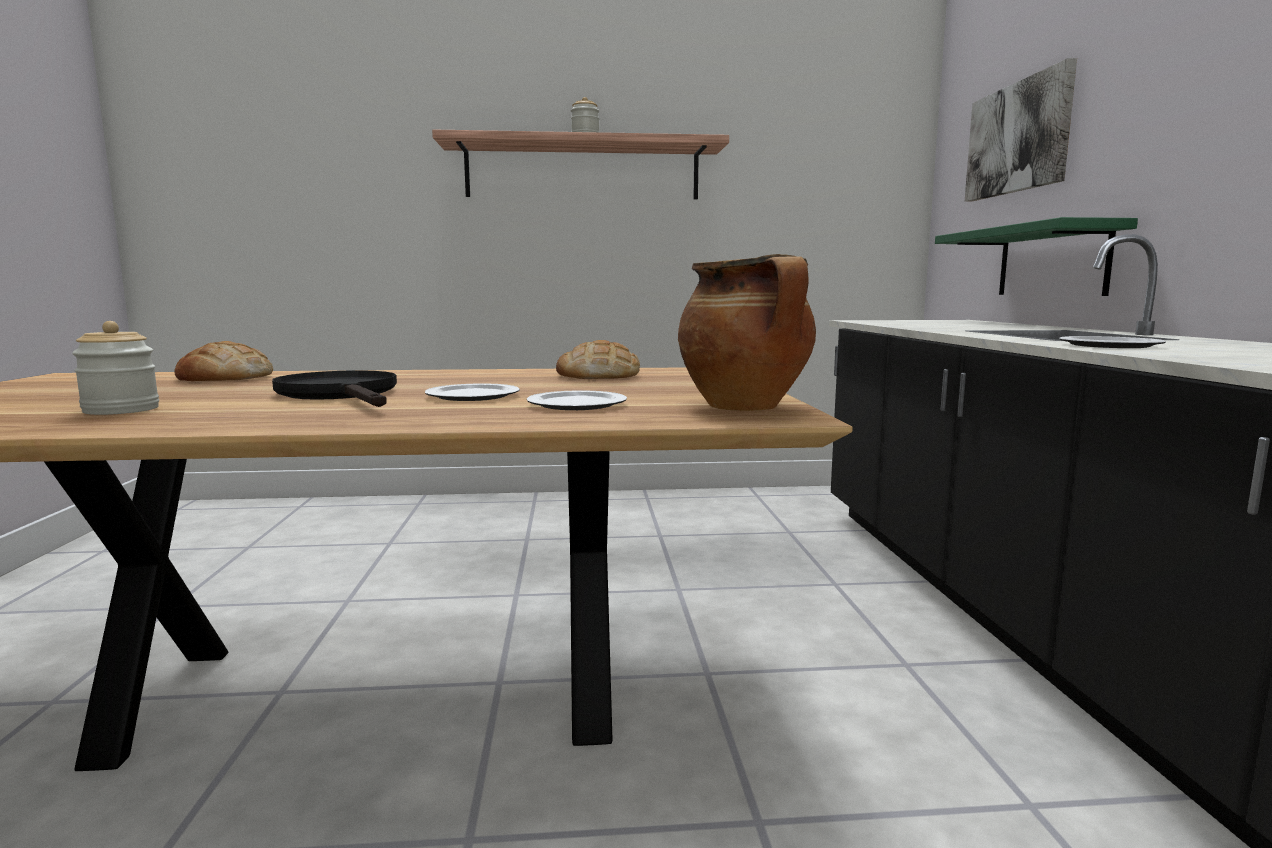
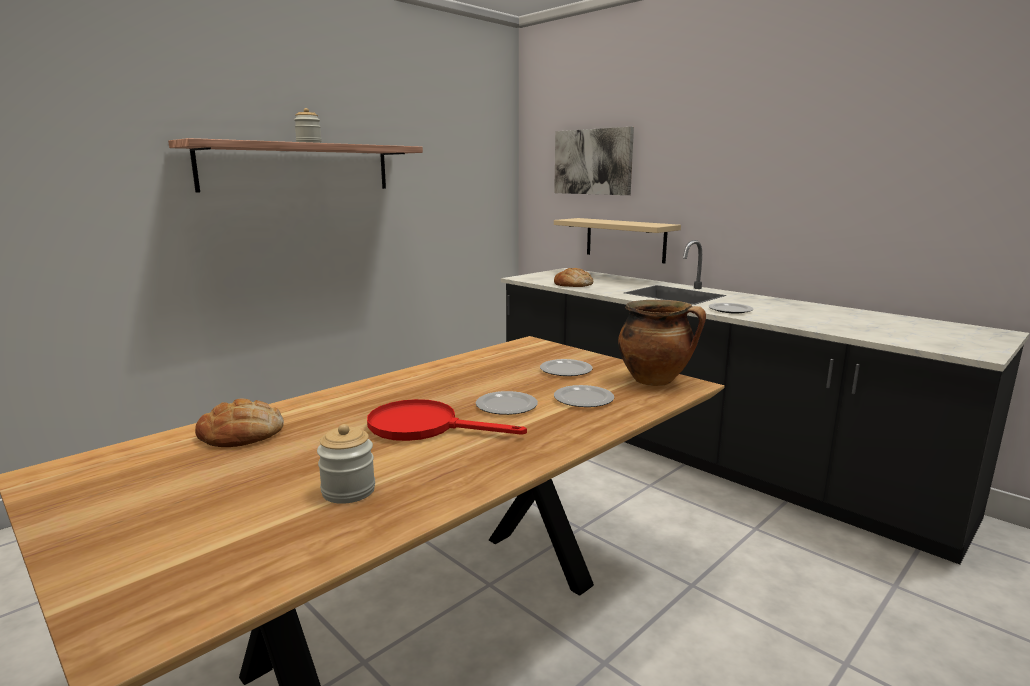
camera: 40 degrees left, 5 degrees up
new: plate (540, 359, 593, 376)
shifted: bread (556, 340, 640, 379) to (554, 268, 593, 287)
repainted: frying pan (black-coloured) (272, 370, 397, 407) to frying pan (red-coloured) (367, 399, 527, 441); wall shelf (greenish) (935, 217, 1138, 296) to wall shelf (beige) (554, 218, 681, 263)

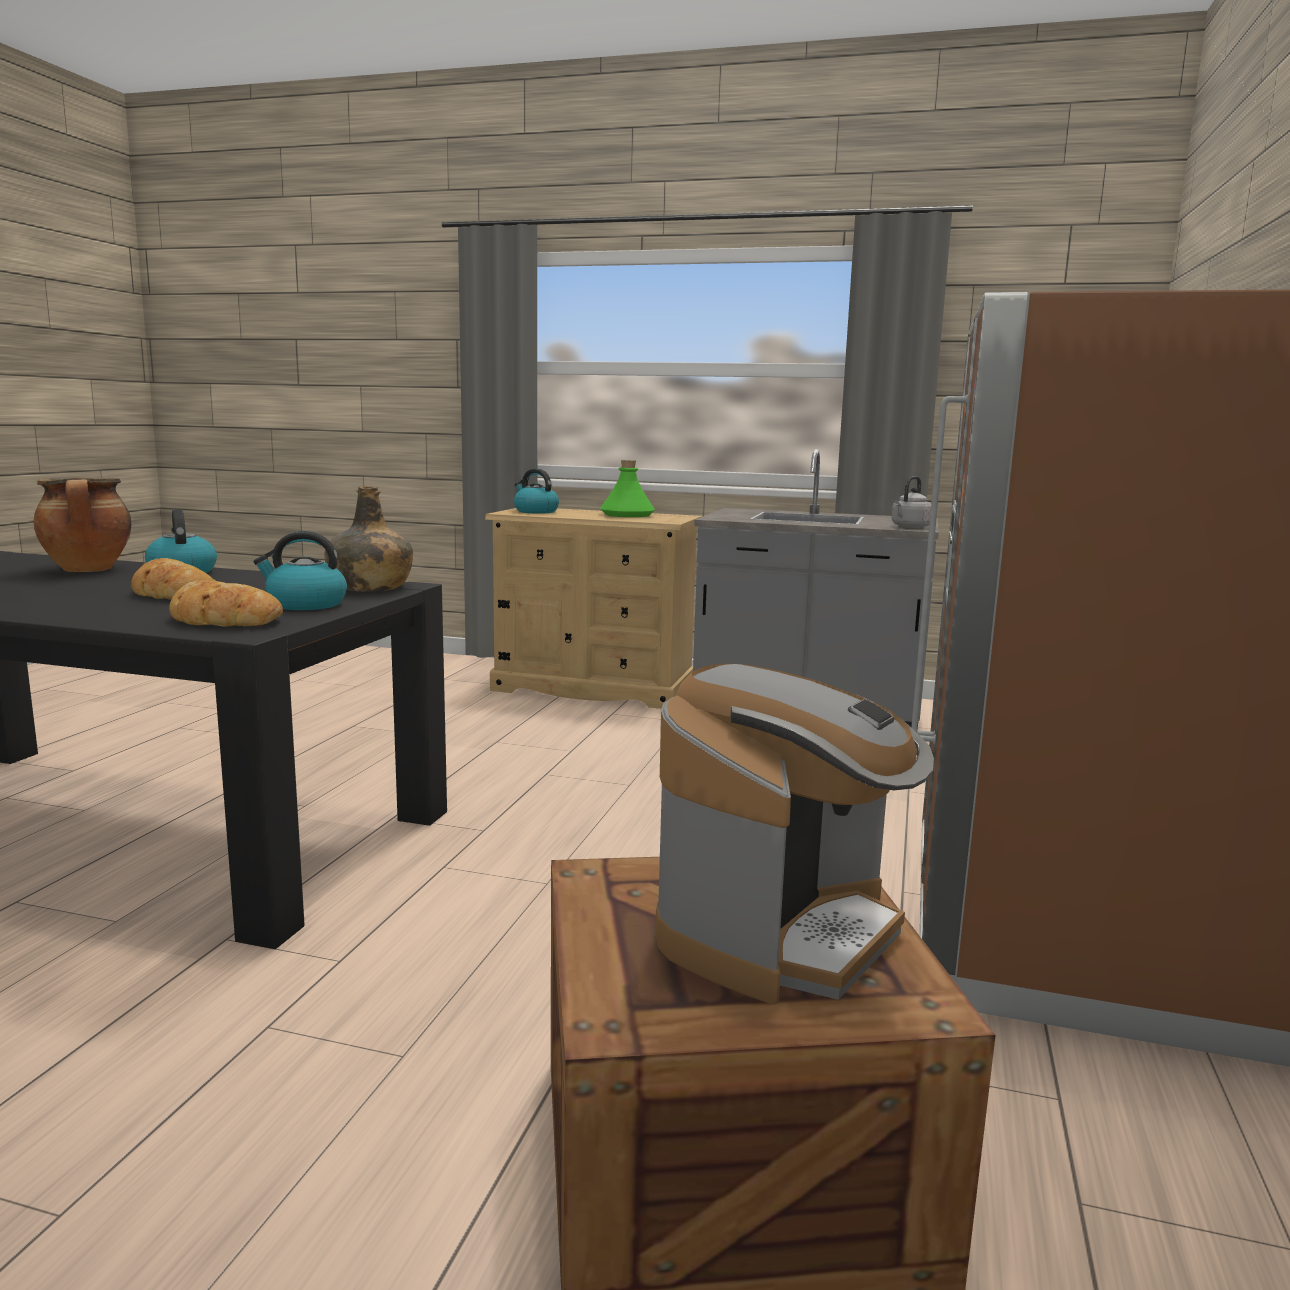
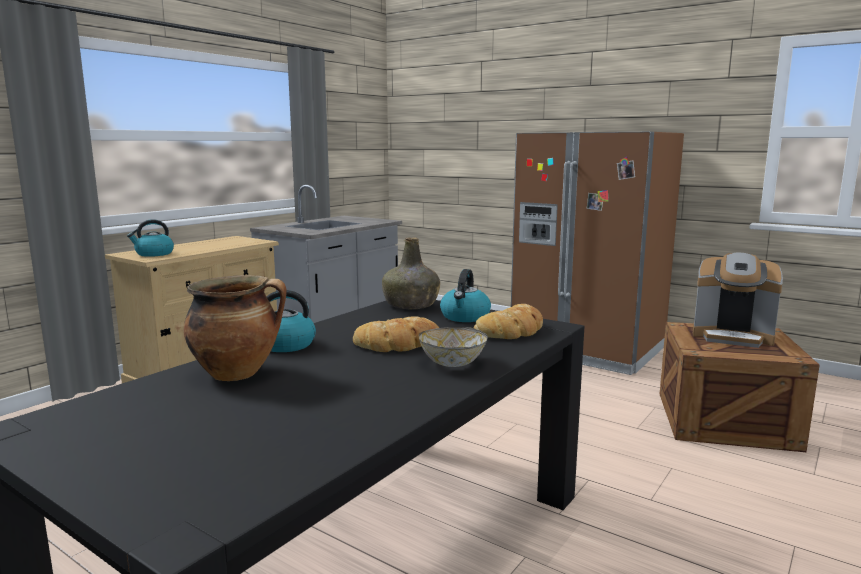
camera: 70 degrees left, 0 degrees up
gone: bottle (greenish) (600, 460, 655, 517); water kettle (greyish) (892, 476, 931, 528)
new: serving bowl (419, 327, 488, 367)
rotated: coffee machine (655, 664, 934, 1004) = (693, 252, 783, 348) 150 degrees clockwise

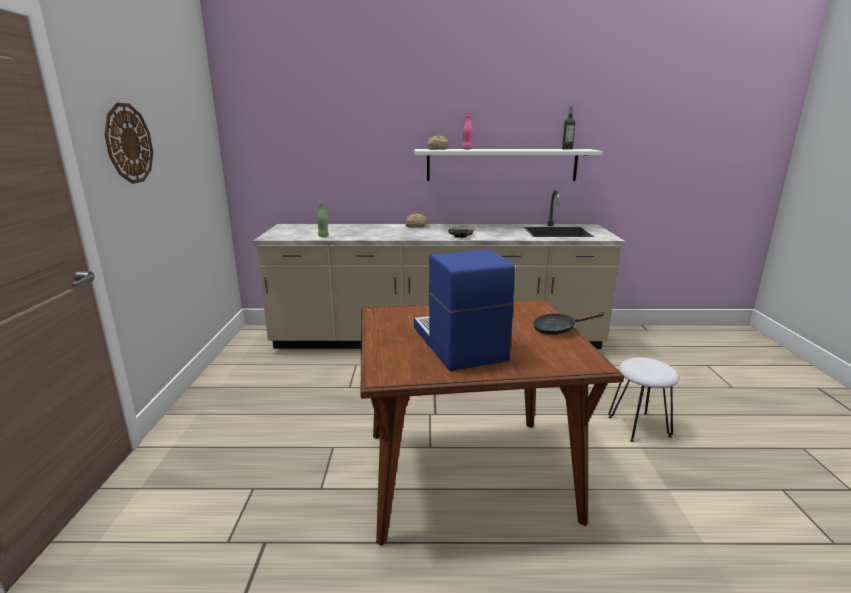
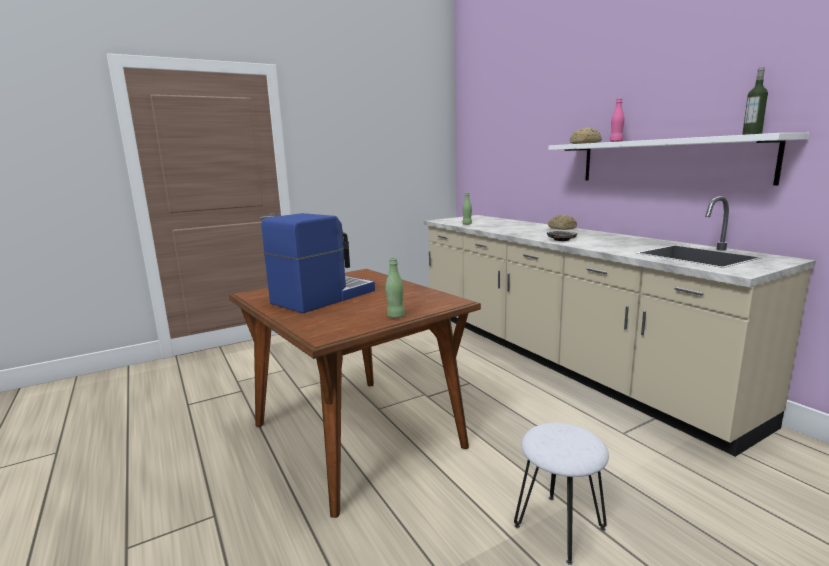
camera: 60 degrees right, 5 degrees down
gone: wall clock (104, 103, 153, 184)
swapped: frying pan (black-coloured) (533, 312, 605, 335) to bottle (greenish) (386, 258, 405, 318)

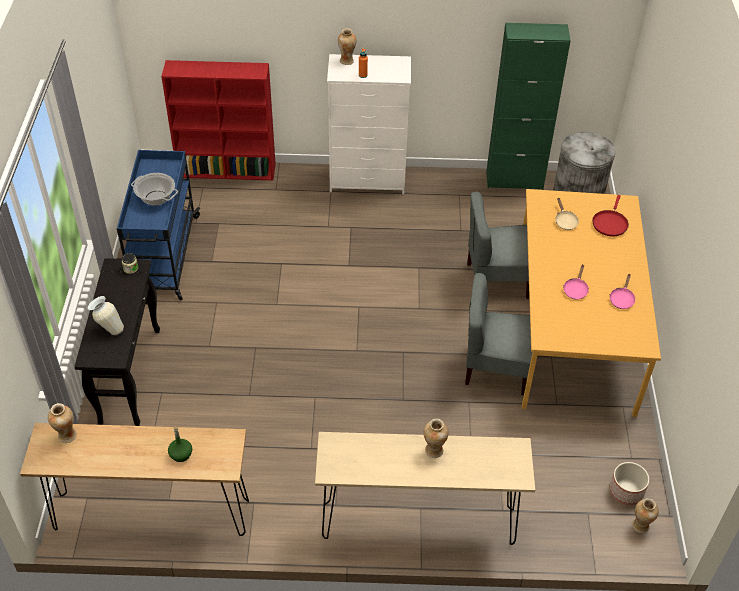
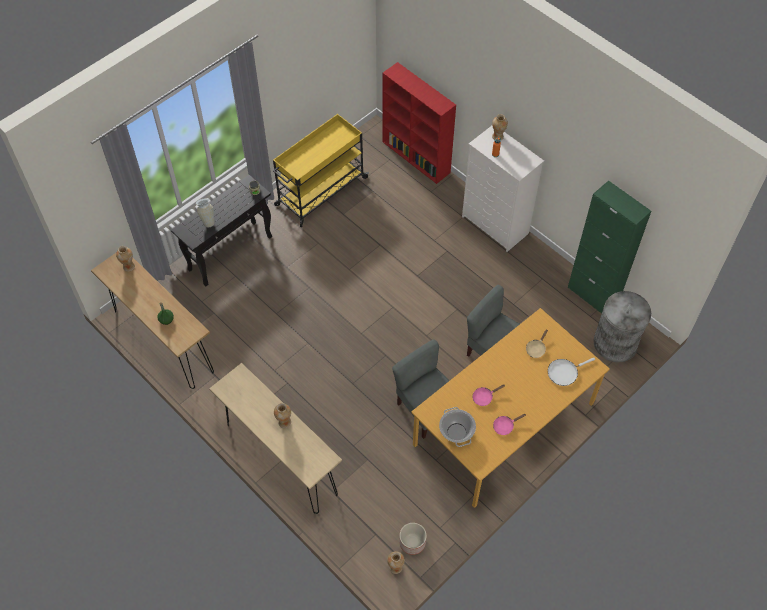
camera: 45 degrees right, 10 degrees up
shifted: saucepot (131, 173, 178, 206) to (439, 407, 476, 447)
repainted: cart (bluish) (117, 150, 200, 301) to cart (yellow-coloured) (273, 114, 369, 227); frying pan (red-coloured) (592, 195, 629, 237) to frying pan (white-coloured) (548, 357, 595, 386)

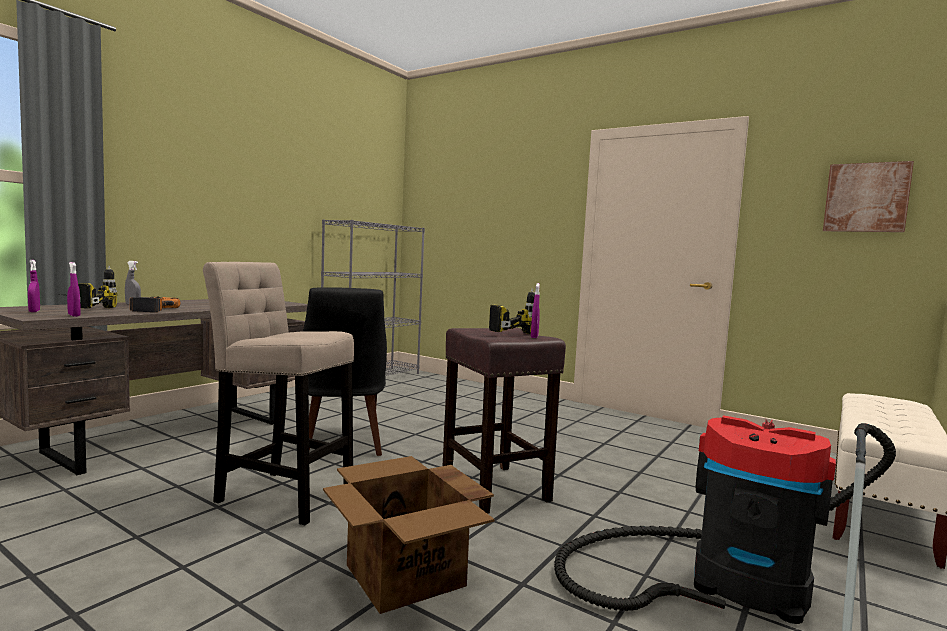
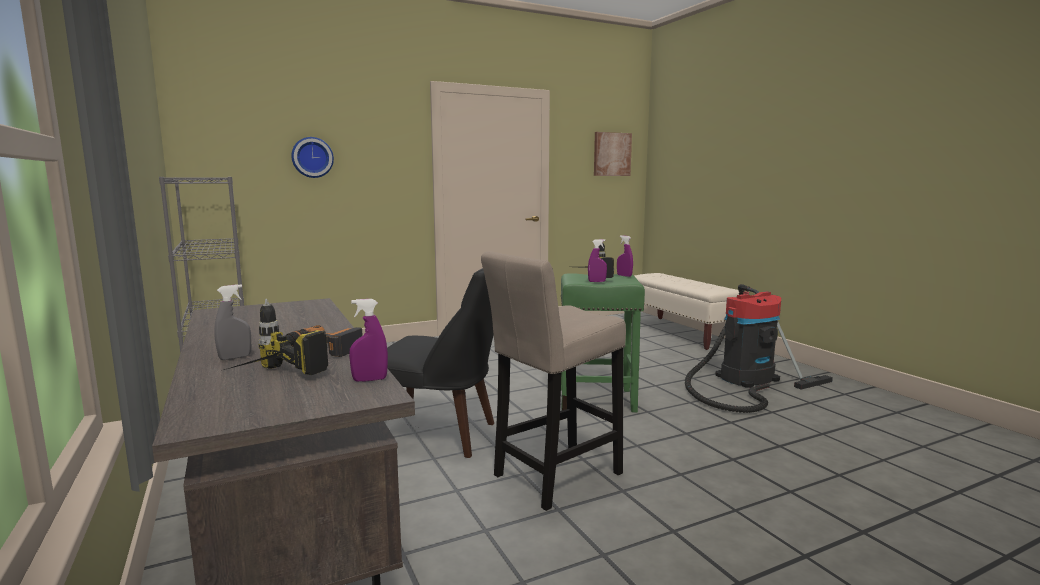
camera: 60 degrees left, 5 degrees up
gone: packing box (323, 456, 495, 614)
new: wall clock (291, 137, 334, 178)
shifted: spray bottle (purplish) (28, 260, 40, 312) to (588, 239, 607, 282)
repainted: stool seat (brownish) (443, 328, 566, 514) to stool seat (greenish) (561, 273, 645, 412)

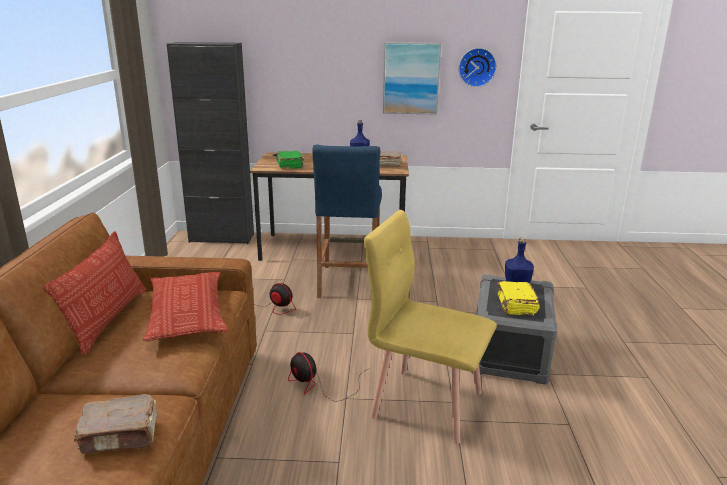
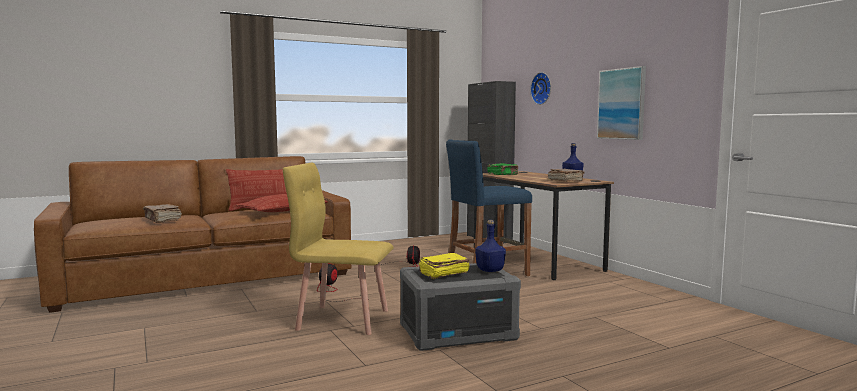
camera: 60 degrees right, 15 degrees down
shifted: wall clock (458, 48, 497, 87) to (530, 72, 551, 105)
rotated: chair (yellow-coloured) (364, 210, 497, 444) = (283, 163, 393, 335) 75 degrees counterclockwise

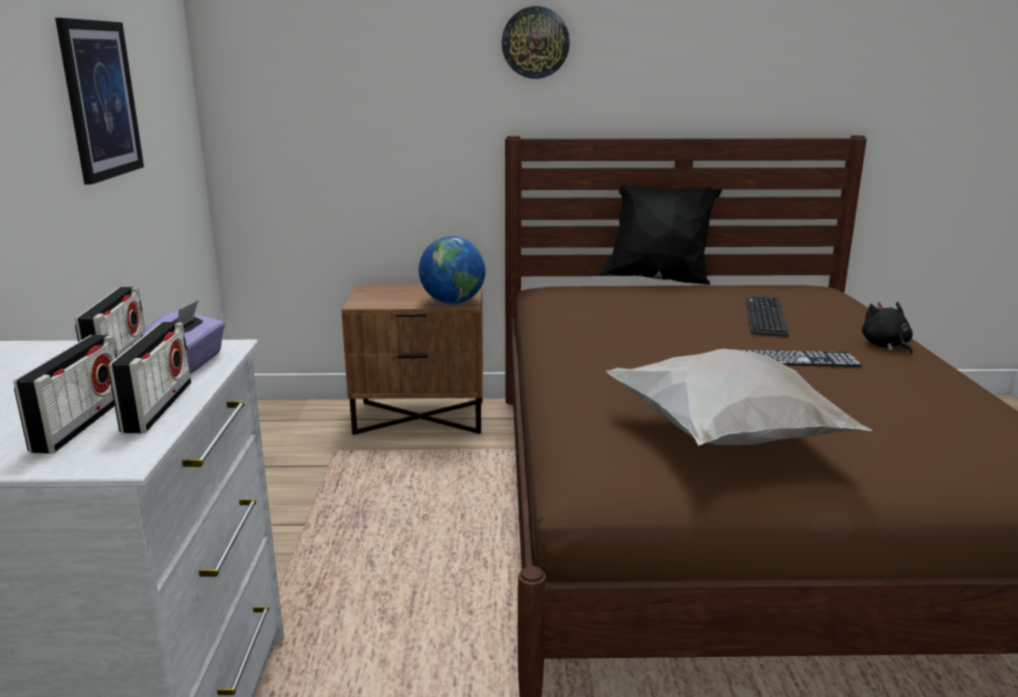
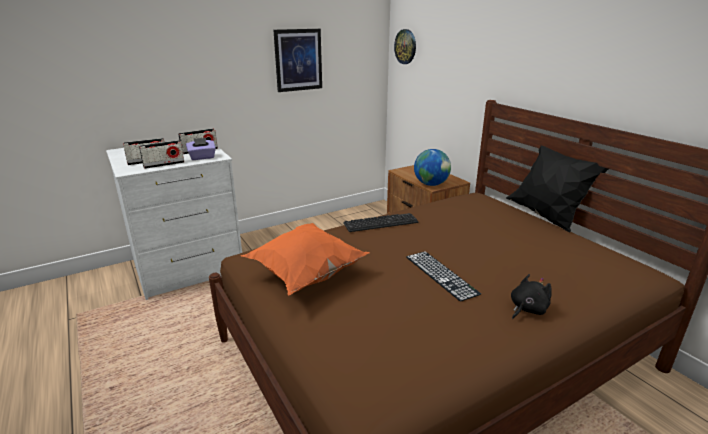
camera: 60 degrees right, 5 degrees up
shifted: PC keyboard (746, 296, 789, 336) to (343, 213, 419, 232); wall clock (502, 6, 570, 79) to (394, 29, 416, 64)
repainted: throw pillow (white-coloured) (607, 349, 873, 446) to throw pillow (orange) (241, 223, 369, 295)

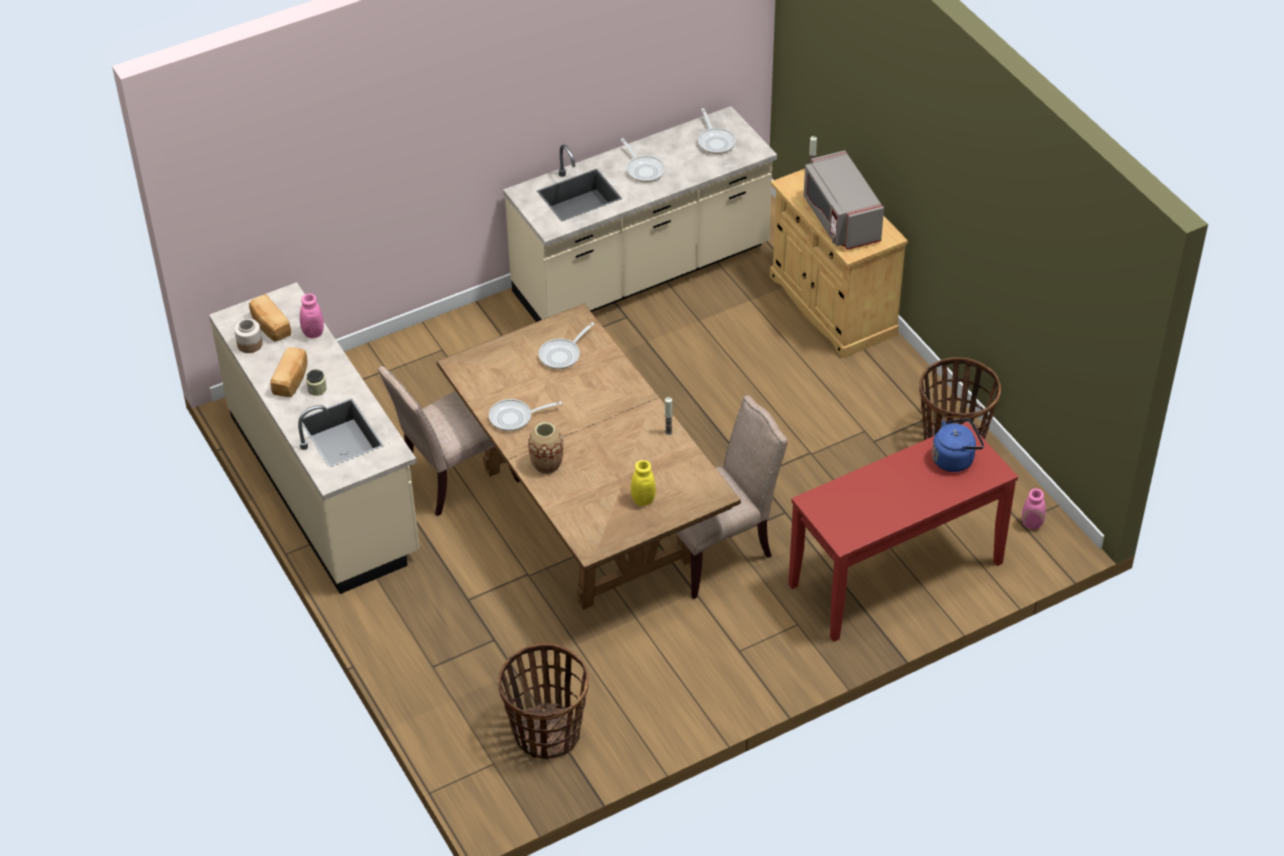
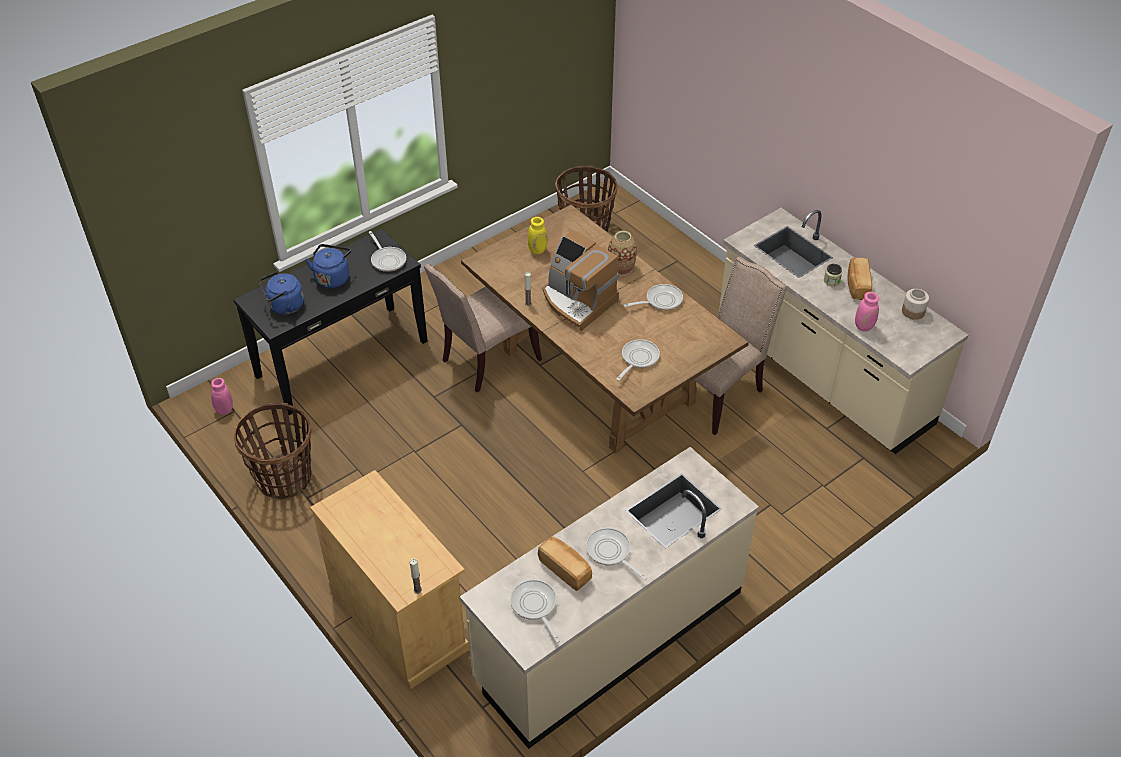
camera: 170 degrees right, 0 degrees up
gone: kitchen microwave (greyish) (804, 150, 884, 250)
new: water kettle (bluish) (305, 244, 351, 288); frying pan (369, 231, 406, 272); coffee machine (543, 230, 619, 331)
shifted: bread (249, 294, 291, 342) to (538, 537, 592, 591)
repainted: console table (red-coloured) (788, 422, 1018, 642) to console table (black-coloured) (233, 229, 428, 415)

